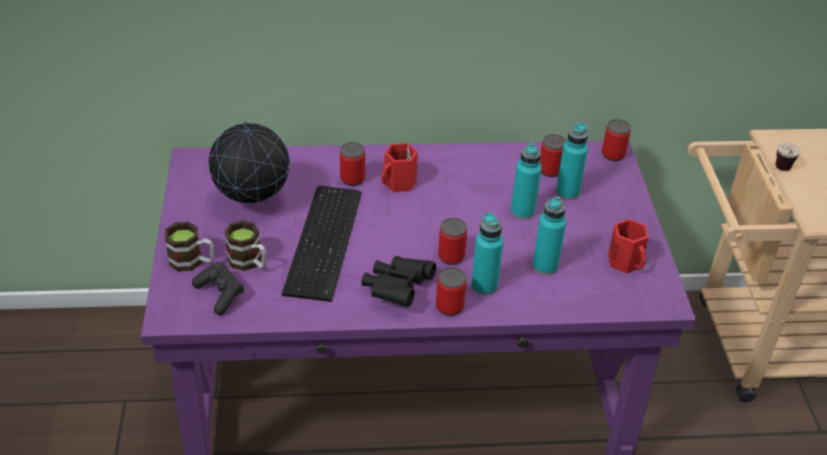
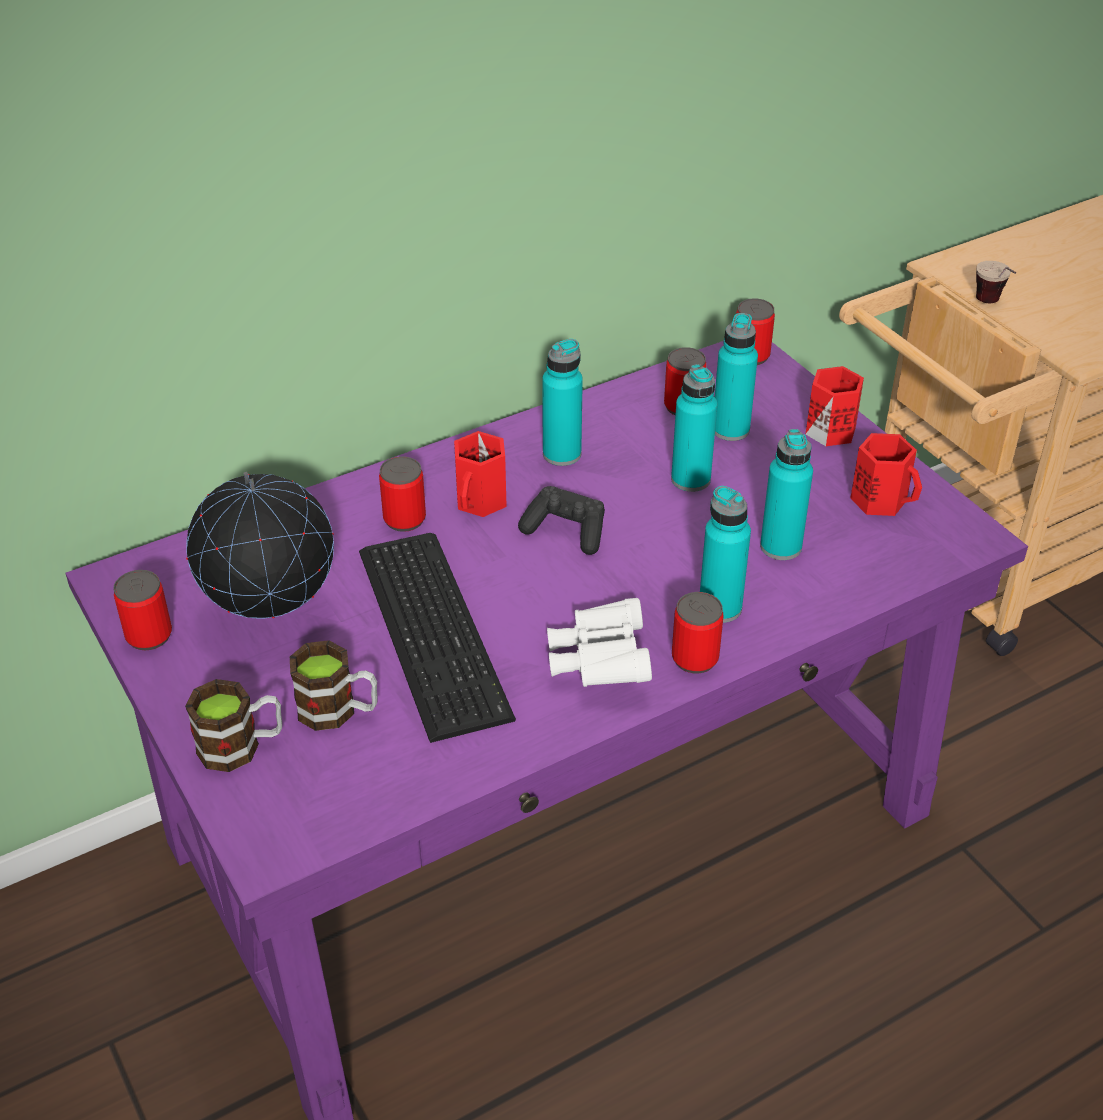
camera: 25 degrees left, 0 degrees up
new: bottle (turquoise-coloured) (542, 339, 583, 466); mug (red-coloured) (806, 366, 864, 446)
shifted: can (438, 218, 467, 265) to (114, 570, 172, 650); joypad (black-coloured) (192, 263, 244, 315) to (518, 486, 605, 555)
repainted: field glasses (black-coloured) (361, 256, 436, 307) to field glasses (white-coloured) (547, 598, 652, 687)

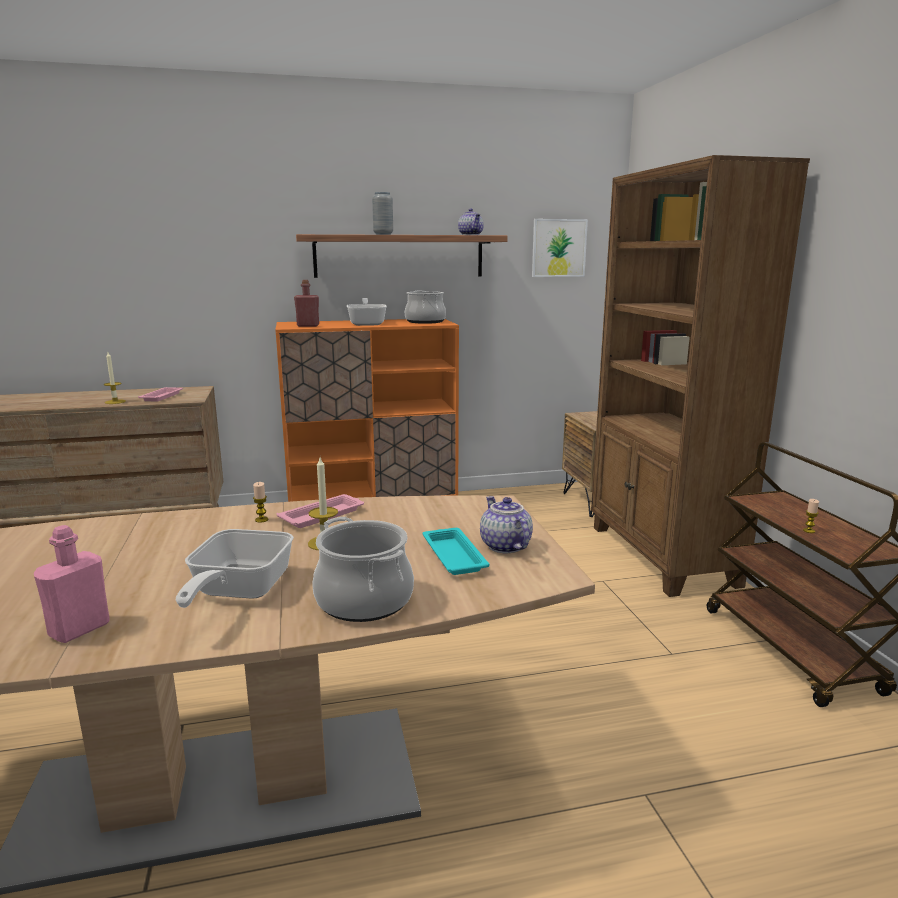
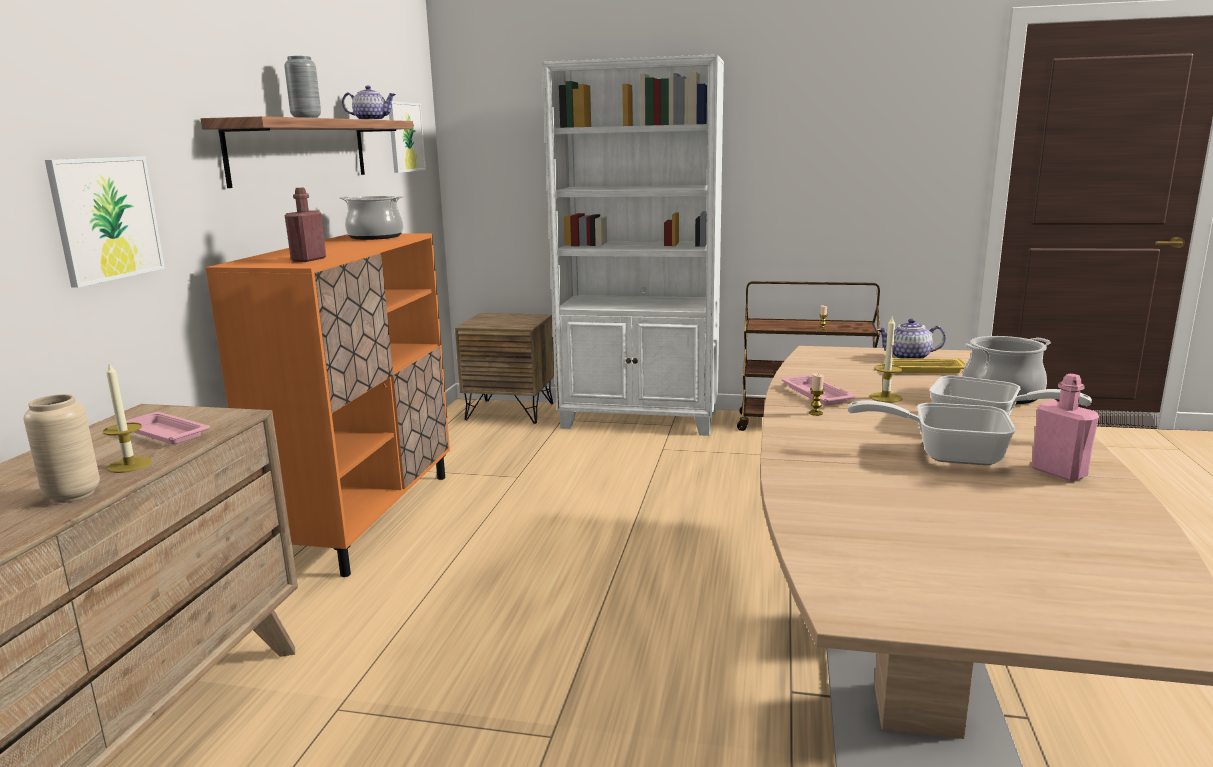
camera: 65 degrees left, 0 degrees up
new: decorative vase (beige) (23, 394, 100, 503); wall art (45, 156, 165, 288)
shifted: frying pan (347, 298, 387, 326) to (848, 401, 1016, 465)
repainted: shelving unit (brownish) (591, 155, 810, 597) to shelving unit (white-coloured) (542, 54, 724, 436); serving tray (turquoise-coloured) (422, 528, 490, 575) to serving tray (yellow-coloured) (883, 358, 966, 373)

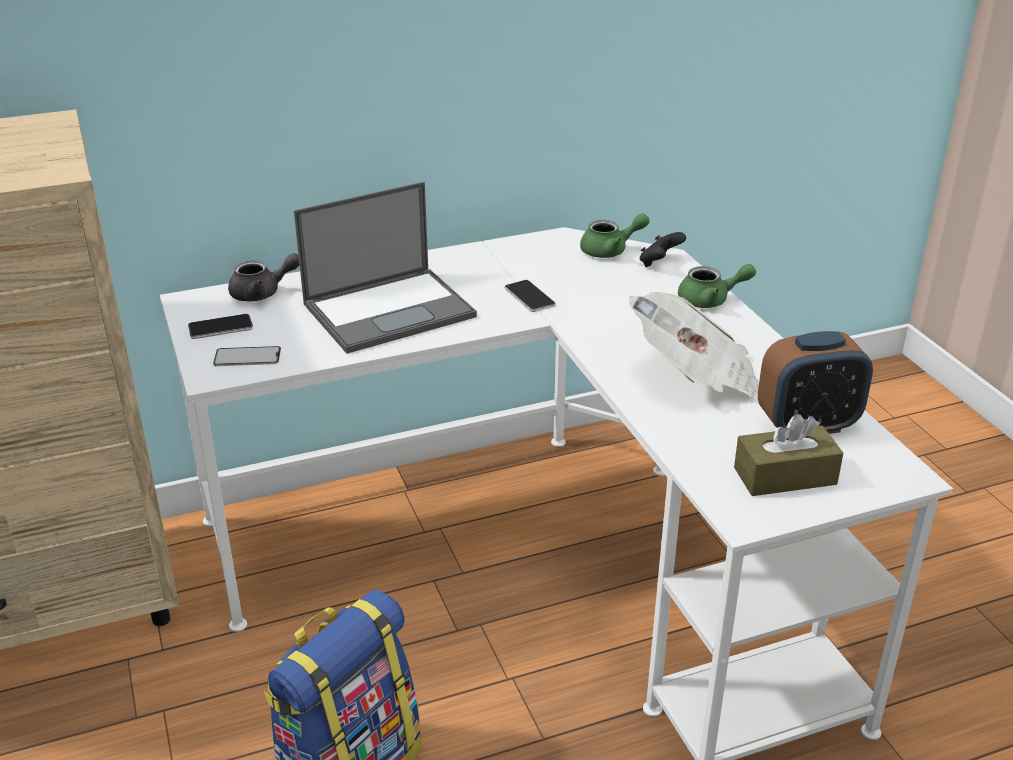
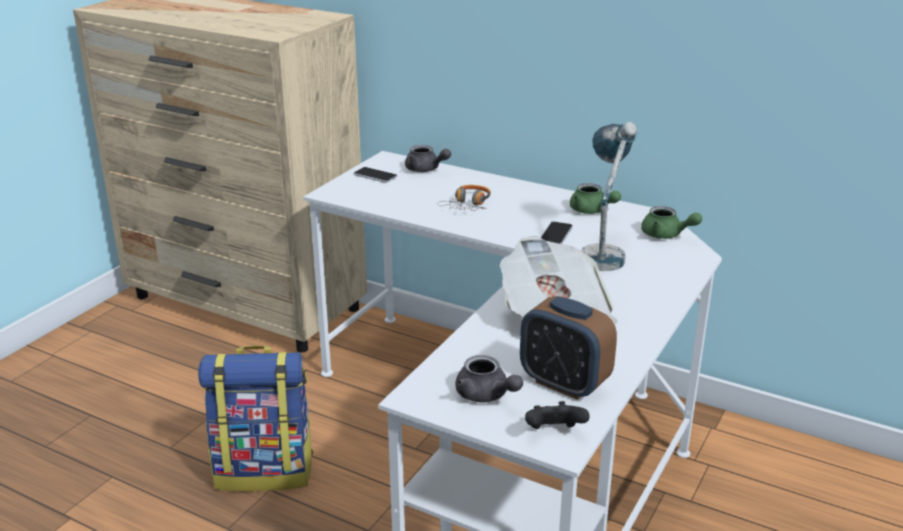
camera: 50 degrees right, 5 degrees down
gone: phone (213, 346, 281, 366)
new: lamp for a table (581, 122, 637, 271)
shifted: joypad (black-coloured) (640, 232, 686, 267) to (525, 401, 590, 429); tea pot (greenish) (678, 264, 756, 308) to (570, 183, 621, 214)
swapped: portable computer (294, 182, 477, 354) to headphones (437, 185, 491, 211); box of tissues (brownish) (734, 414, 843, 496) to tea pot (greyish) (455, 355, 523, 403)

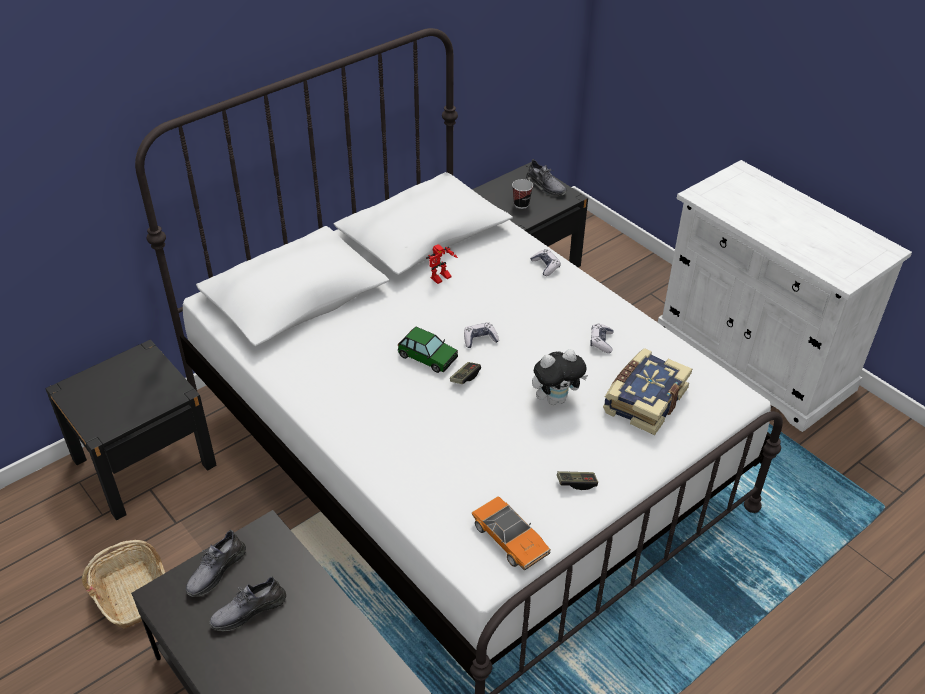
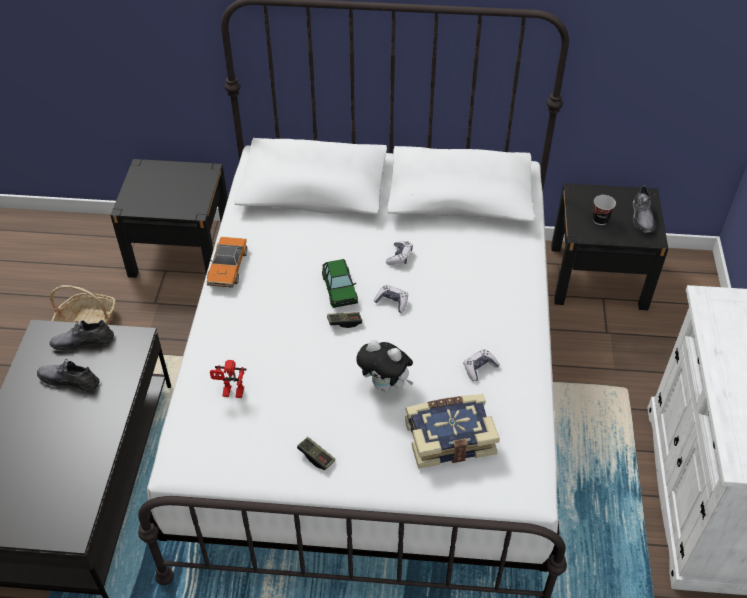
camera: 45 degrees right, 5 degrees up
shifted: miniature car (471, 496, 551, 570) to (207, 236, 247, 288); robot figure (426, 244, 458, 284) to (210, 360, 246, 398); joypad (530, 249, 561, 276) to (386, 241, 413, 265)

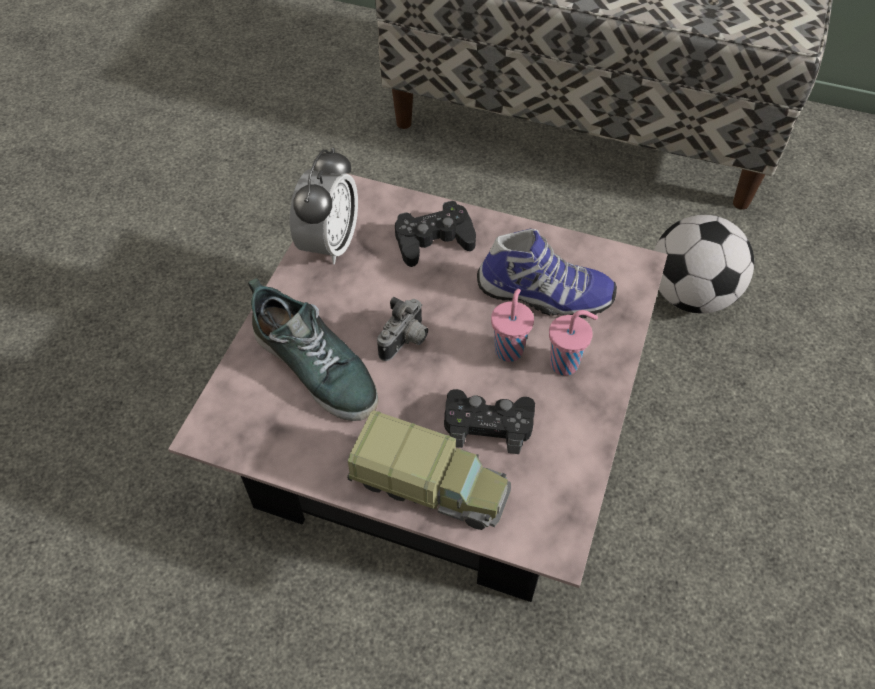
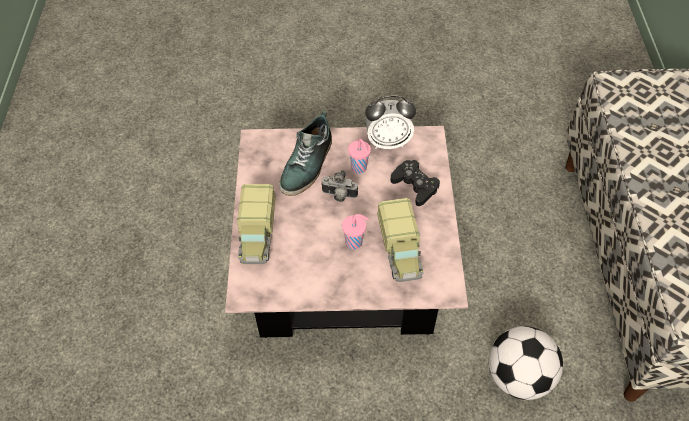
camera: 70 degrees right, 0 degrees up
gone: joypad (black-coloured) (444, 389, 535, 454)
shifted: small cup (pink) (549, 310, 598, 376) to (348, 139, 371, 174)
swapped: shoe (477, 229, 617, 319) to toy truck (377, 198, 424, 282)

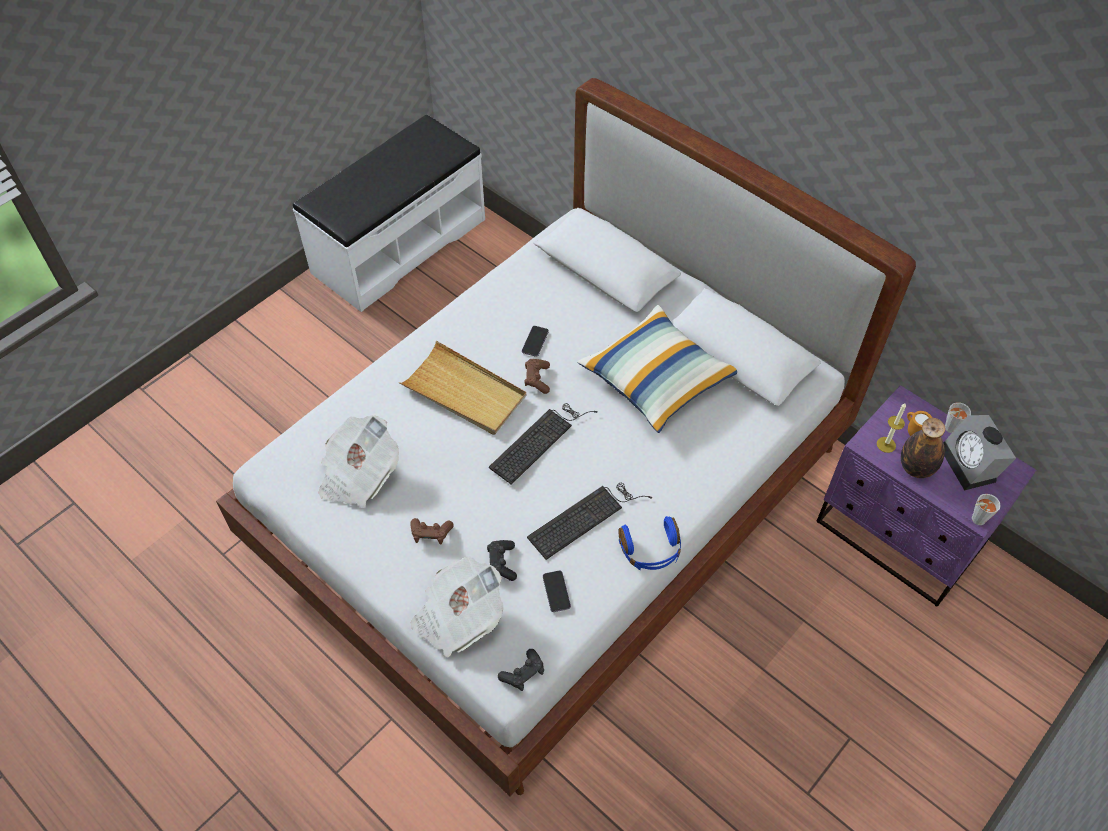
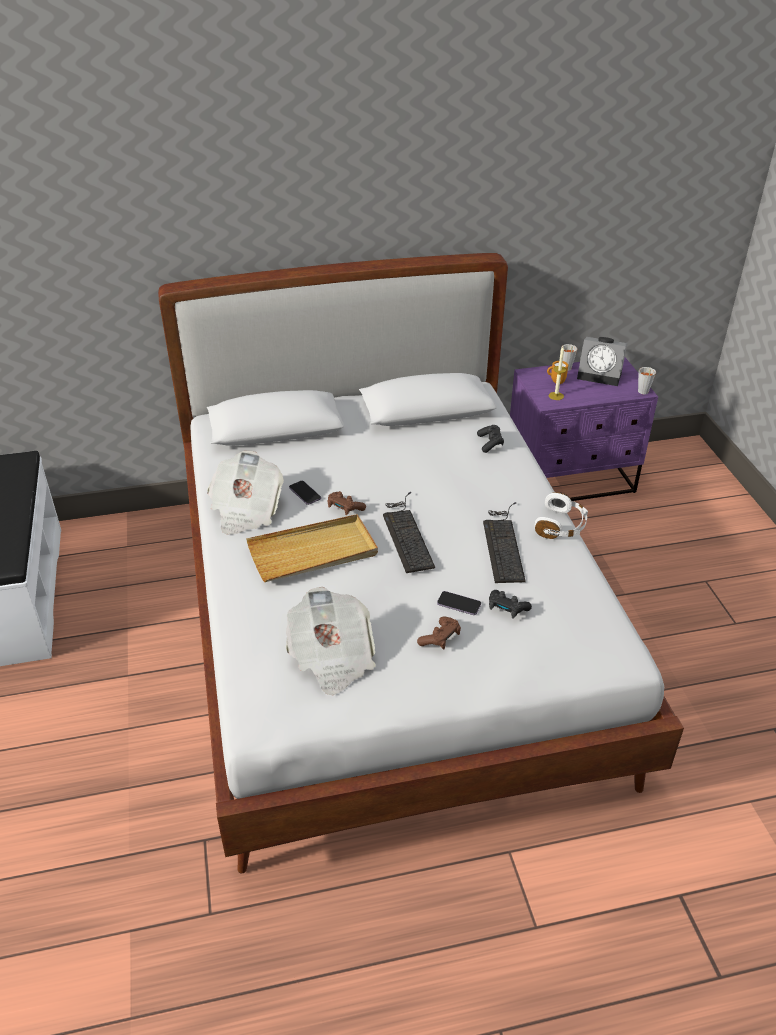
camera: 55 degrees left, 15 degrees down
gone: throw pillow (577, 305, 737, 433); bottle (901, 418, 945, 478)
shifted: newspaper (411, 556, 503, 658) to (207, 451, 284, 535); phone (543, 571, 571, 612) to (437, 591, 481, 615); joypad (black-coloured) (498, 649, 544, 691) to (477, 425, 504, 453)
repainted: headphones (bluish) (618, 516, 681, 570) to headphones (white-coloured) (534, 492, 588, 539)

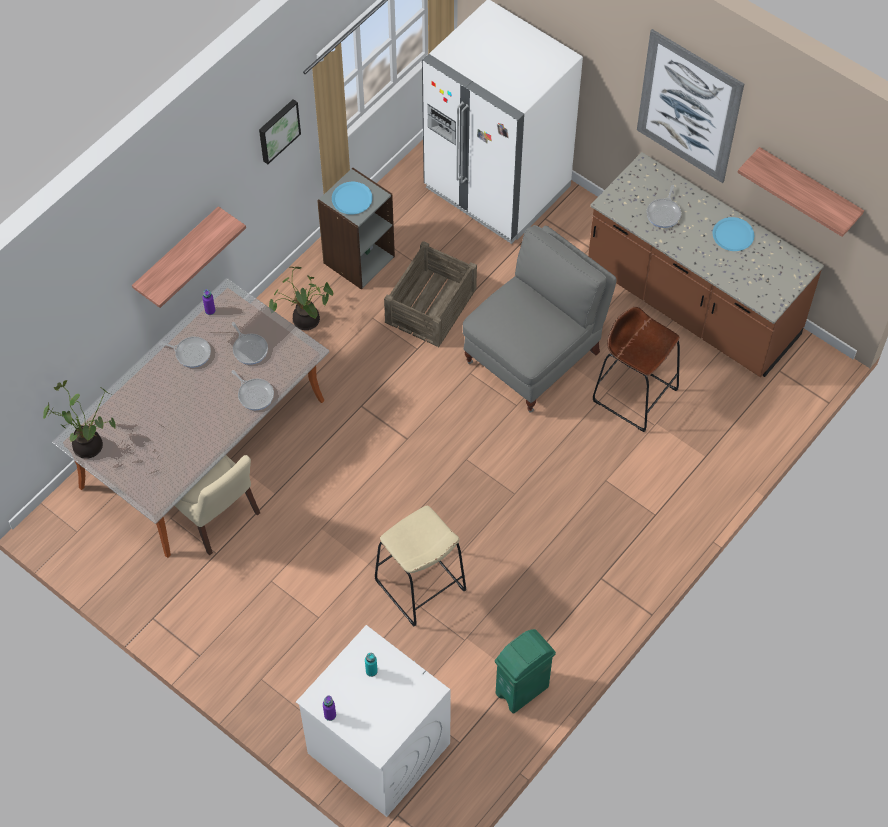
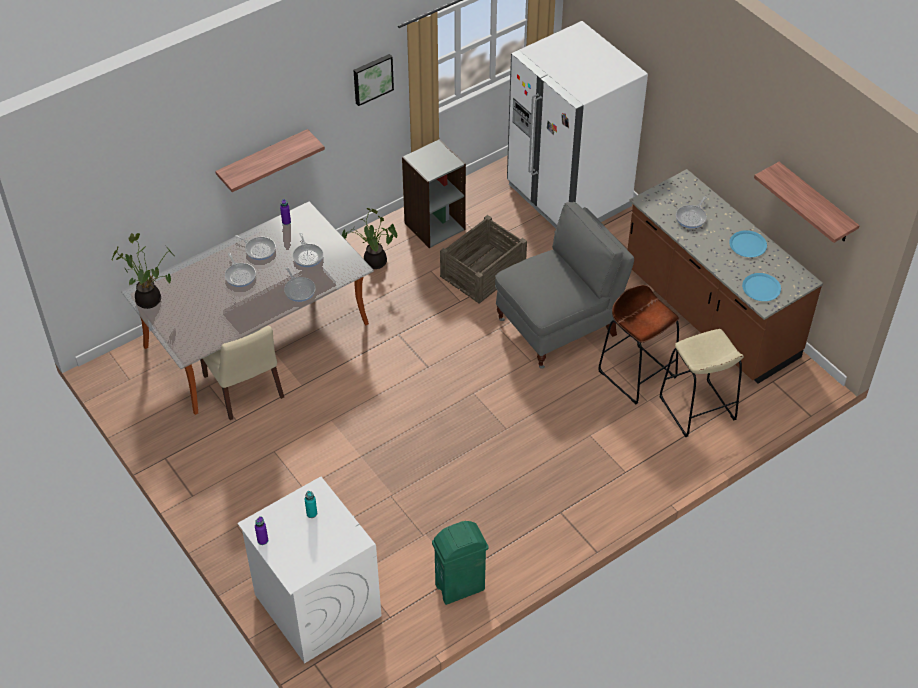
camera: 15 degrees right, 10 degrees down
gone: wall art (637, 29, 744, 183)
new: frying pan (225, 253, 256, 287)
shifted: stool seat (beige) (375, 506, 466, 627) to (660, 329, 744, 437); plate (bluish) (332, 182, 373, 215) to (742, 273, 781, 301)

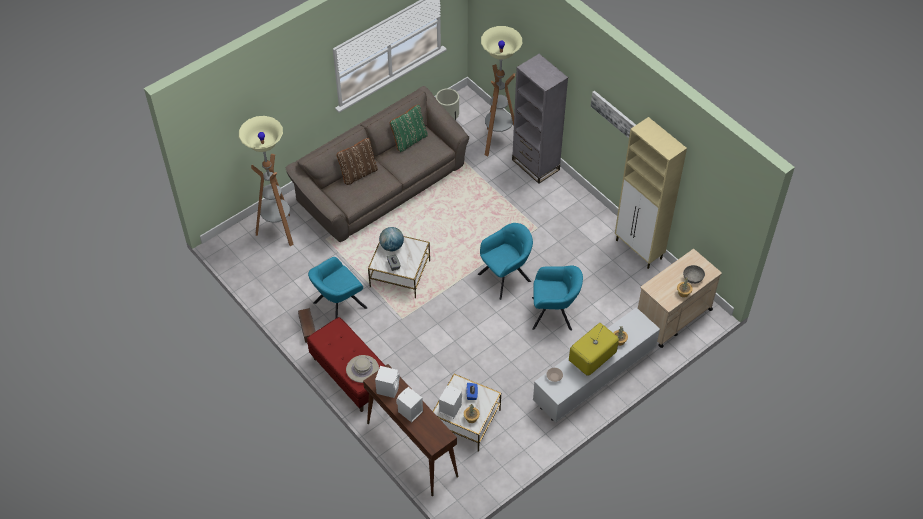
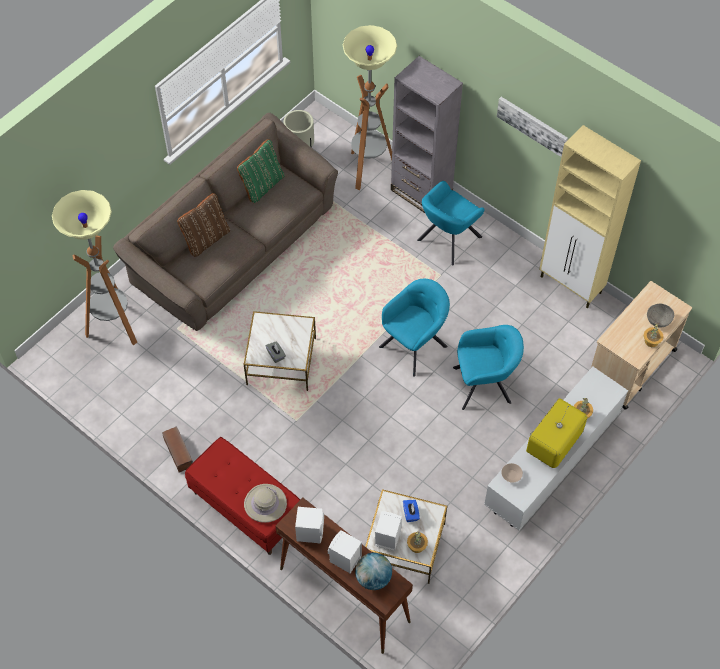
camera: 10 degrees left, 5 degrees up
shifted: globe (379, 227, 404, 251) to (355, 553, 392, 590); easy chair (turquoise-coloured) (308, 257, 367, 319) to (417, 181, 485, 265)

